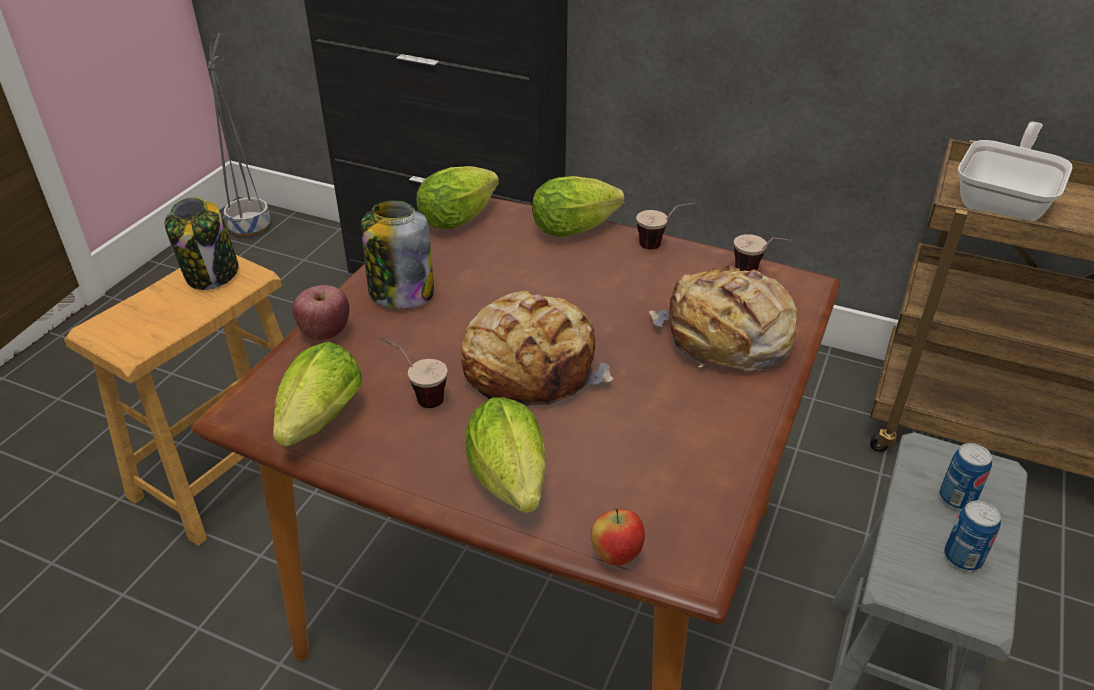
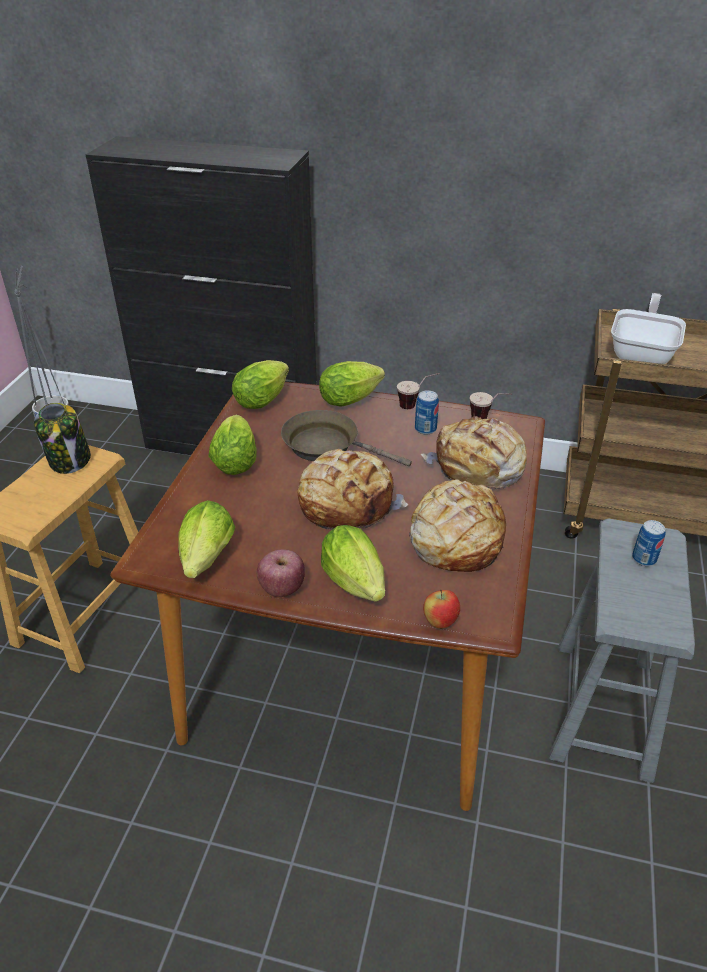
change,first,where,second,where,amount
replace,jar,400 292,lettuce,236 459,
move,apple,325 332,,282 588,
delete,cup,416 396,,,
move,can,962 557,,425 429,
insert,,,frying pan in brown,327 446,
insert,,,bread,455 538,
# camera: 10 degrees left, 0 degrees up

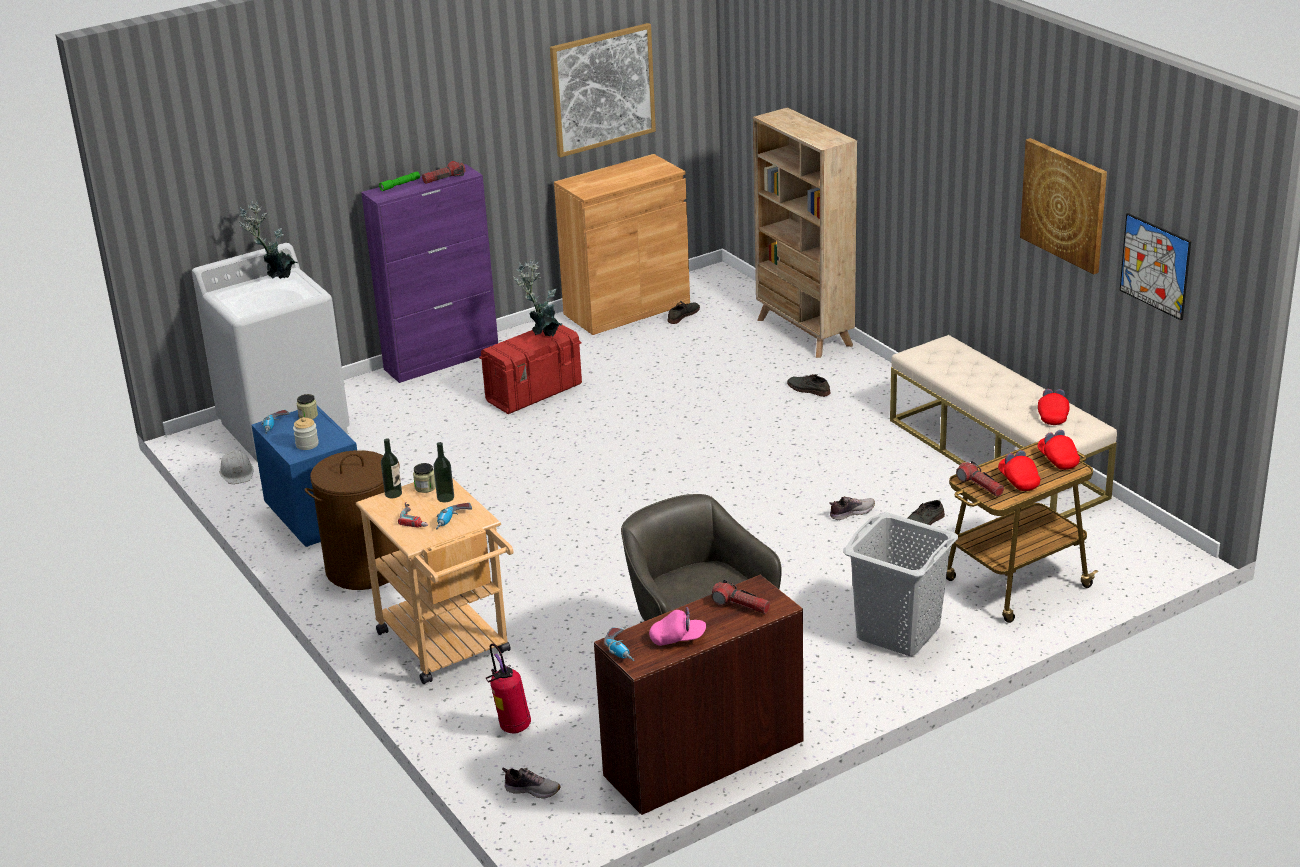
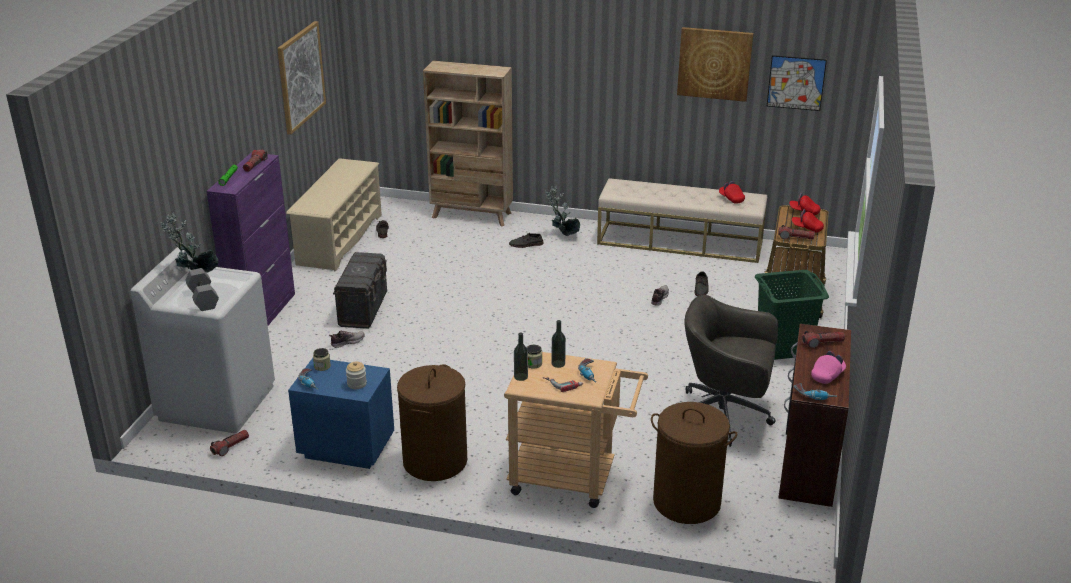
change,first,where,second,where,amount
replace,cabinet in brown,627 309,shoe rack in beige,339 239,
move,potted plant,543 335,,563 236,
recolor,storage box in red,534 392,storage box in grey,363 309,
replace,hard hat in white,237 472,flashlight,230 447,
recolor,laundry basket in grey,898 633,laundry basket in green,784 347,
replace,fire extinguisher,512 727,laundry basket in brown,687 502,
move,shoe,532 790,,347 342,
insert,,,dumbbell in grey,202 298,
# camera: 45 degrees left, 0 degrees up

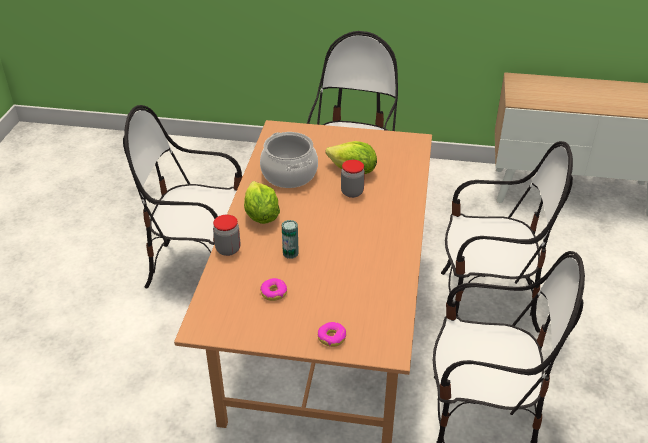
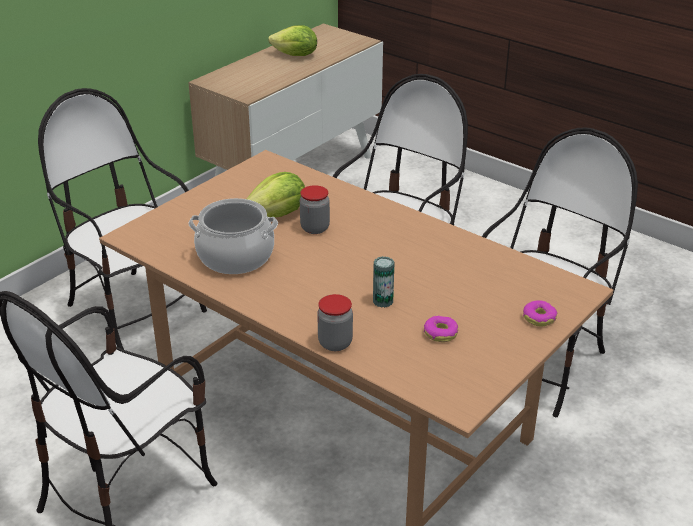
change,first,where,second,where,amount
move,lettuce,261 216,,296 55,
# camera: 60 degrees left, 5 degrees down

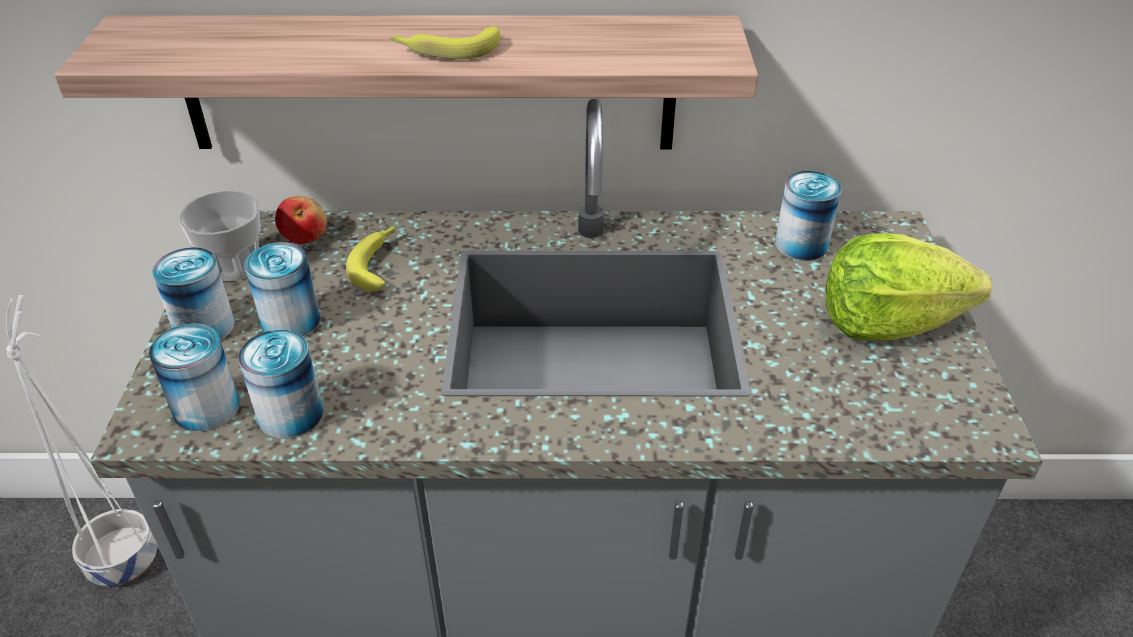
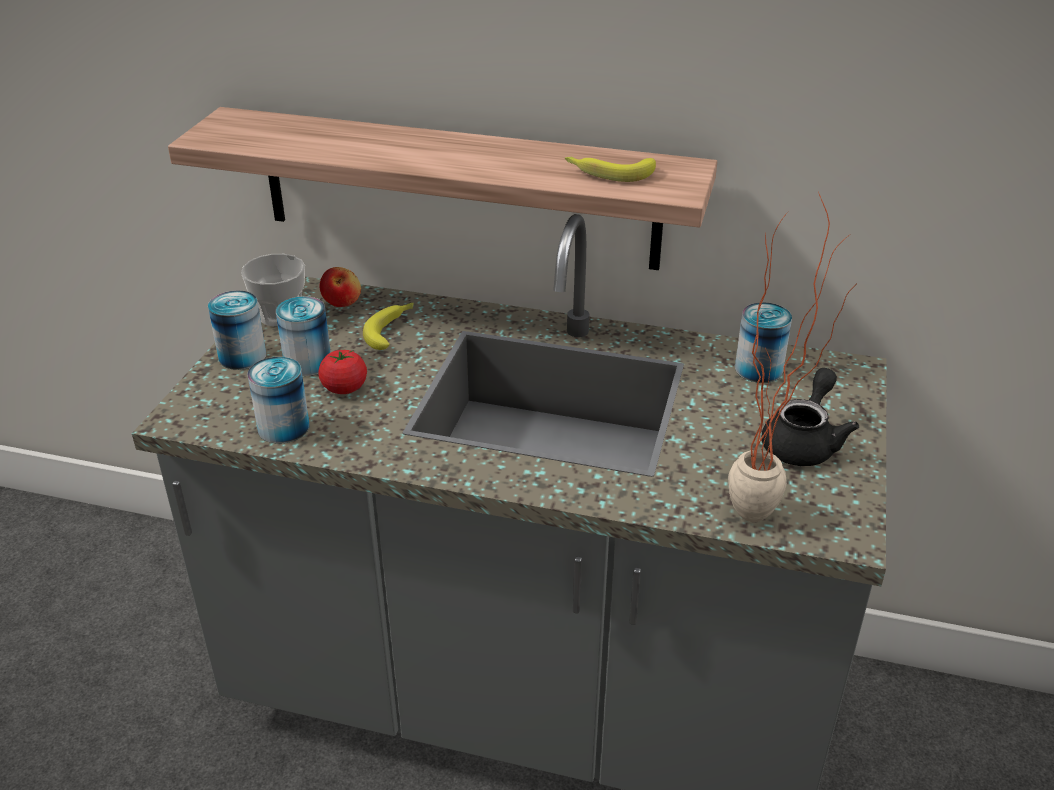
change,first,where,second,where,amount
move,banana,446 50,,608 173,
replace,lettuce,887 323,teapot in black,803 442,
delete,planter in white,124 559,,,
delete,can,206 408,,,
insert,,,potted plant,769 513,
insert,,,tomato,344 388,
# camera: 15 degrees right, 5 degrees down

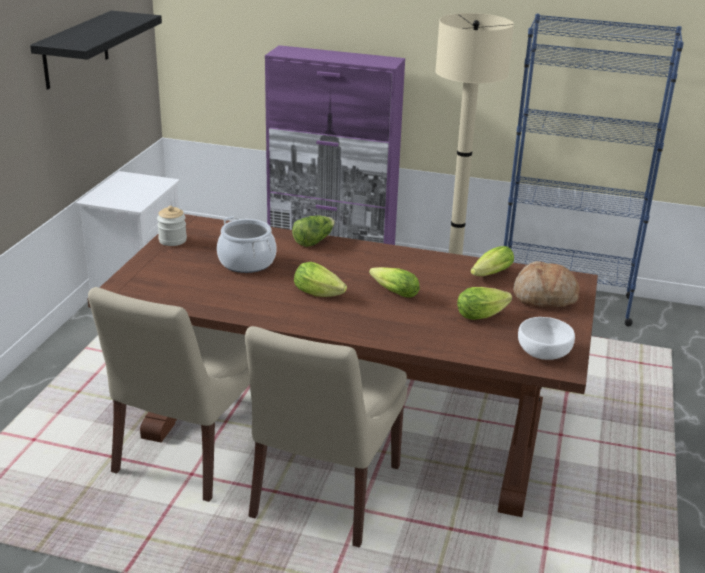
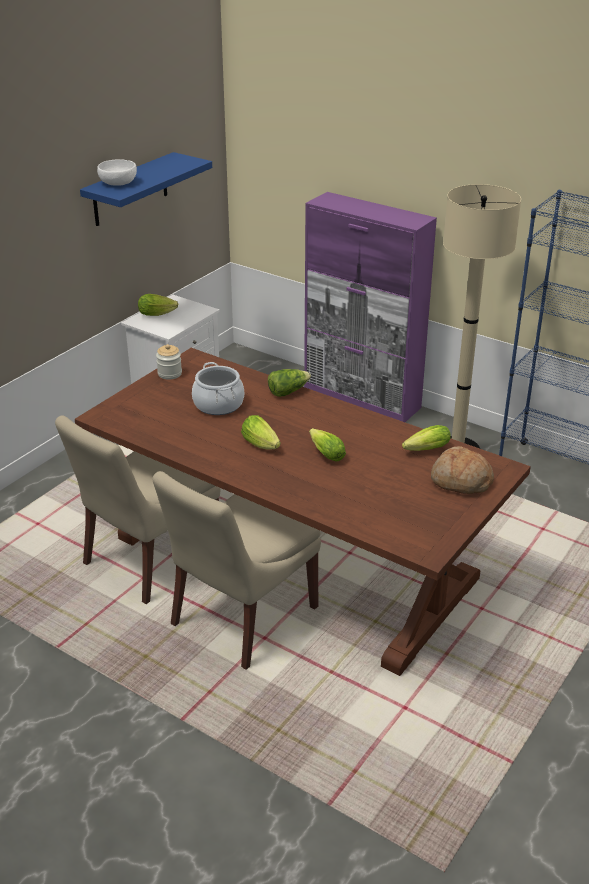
change,first,where,second,where,amount
recolor,shelf in black,75 50,shelf in blue,130 190,
move,lettuce,484 314,,159 313,
move,bowl in white,543 351,,118 182,
# camera: 20 degrees right, 5 degrees up

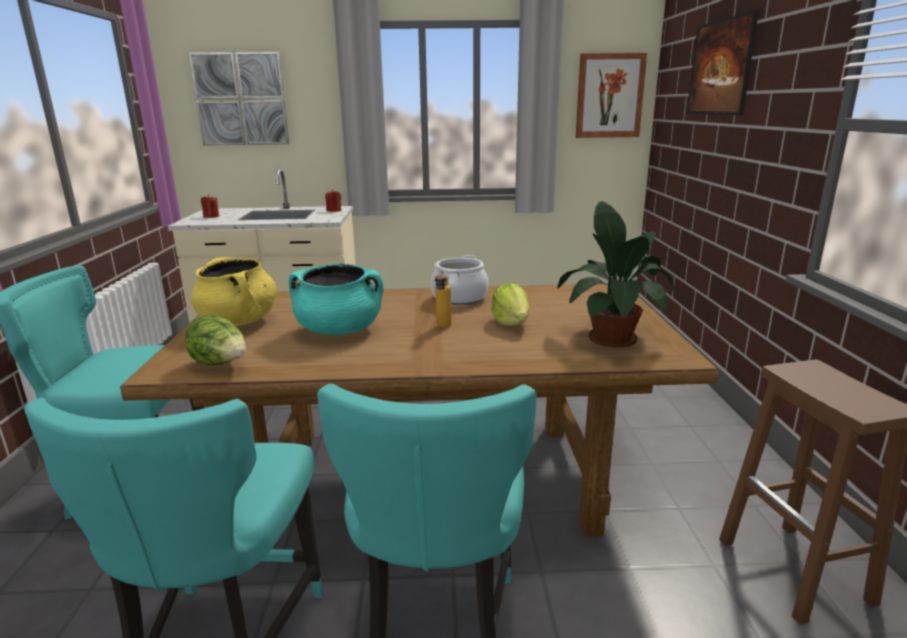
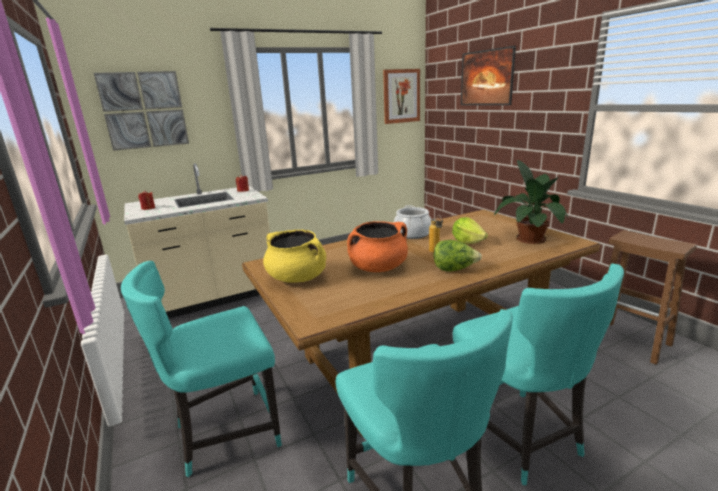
change,first,where,second,where,amount
recolor,cooking pot in turquoise,339 330,cooking pot in orange,378 268,
move,lettuce,221 364,,454 270,
# camera: 25 degrees left, 0 degrees up

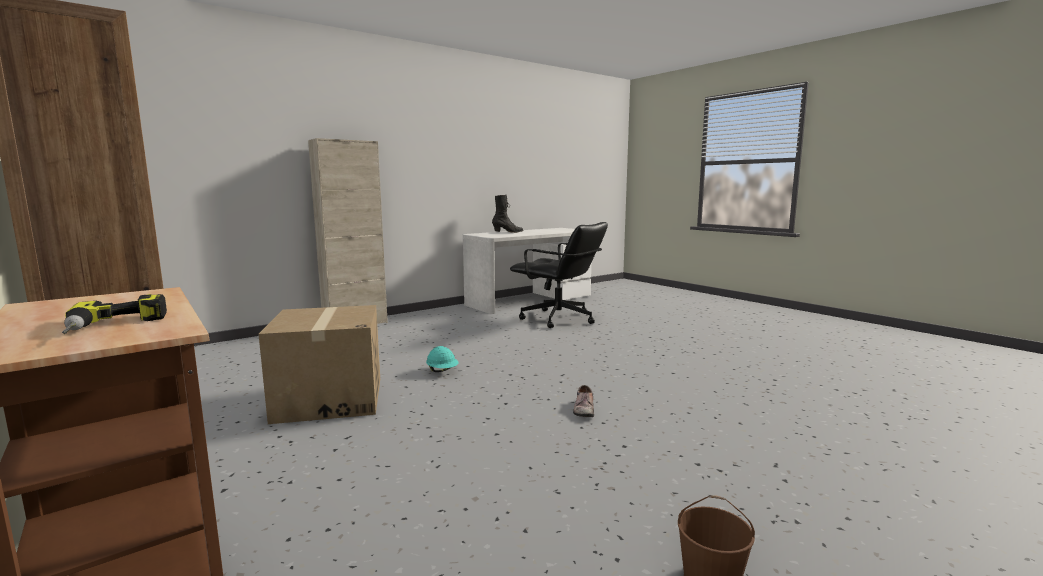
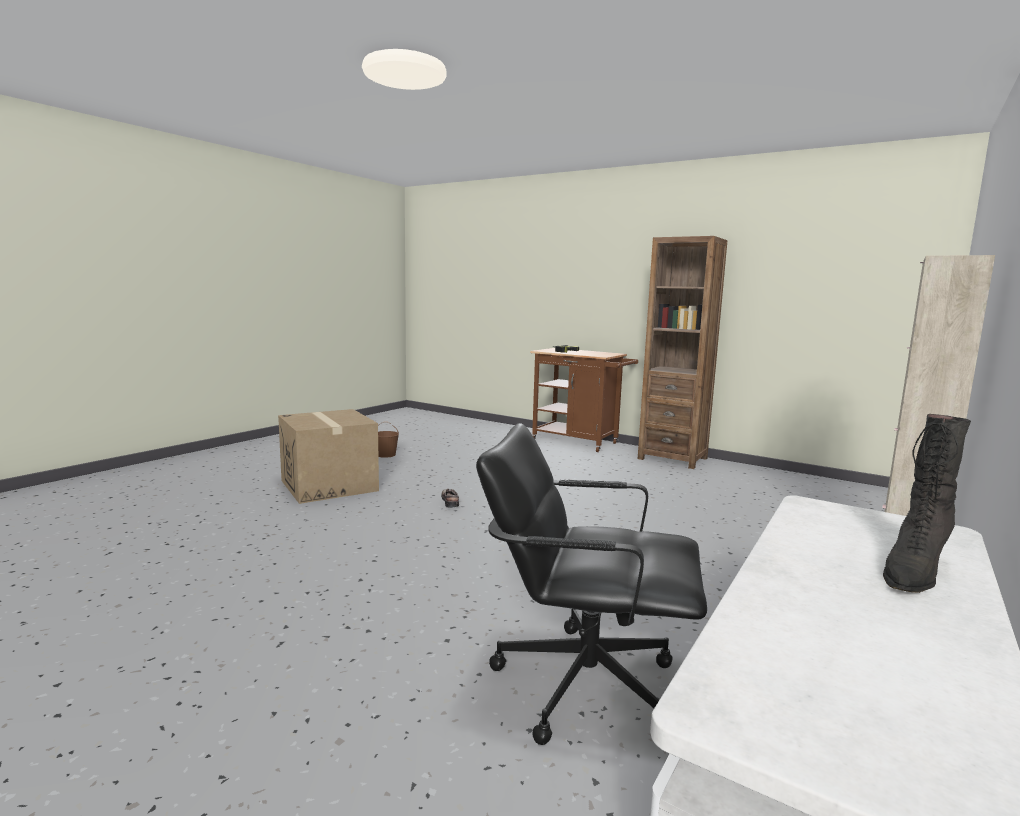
change,first,where,second,where,amount
move,cardboard box,329 399,,329 485,
delete,hard hat in turquoise,442 371,,,
# camera: 160 degrees right, 0 degrees up

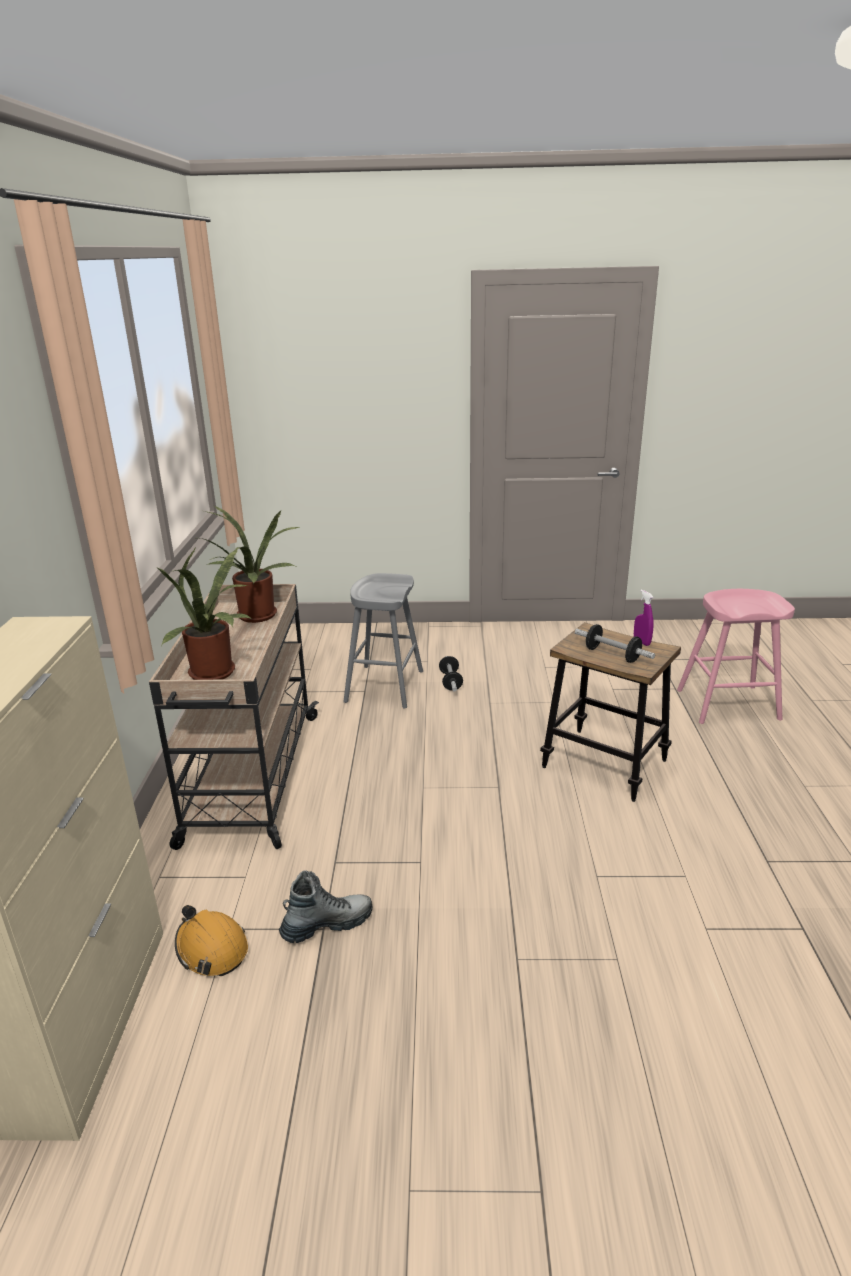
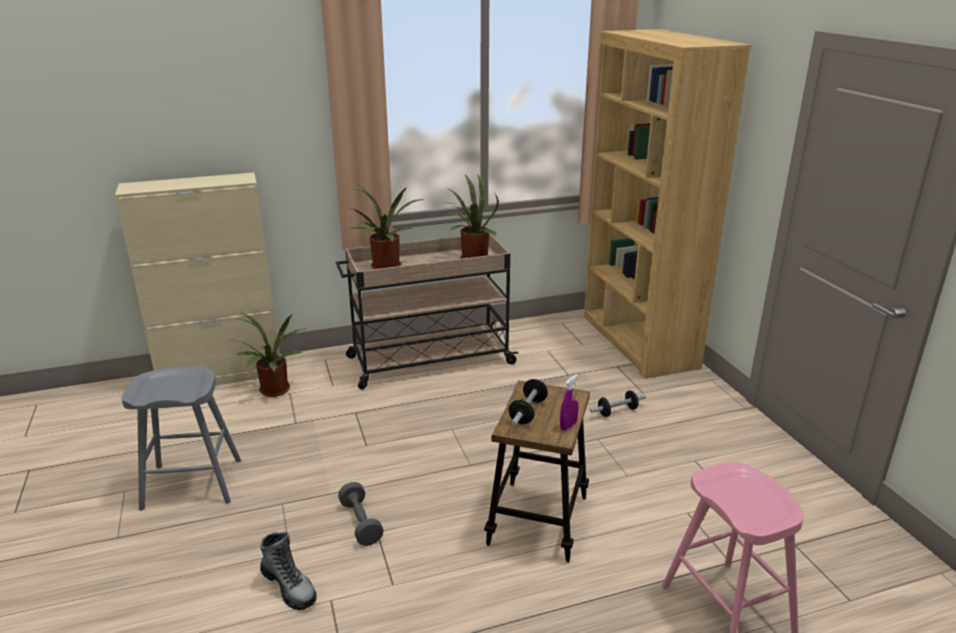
change,first,where,second,where,amount
move,stool in grey,384 686,,192 484,
move,boot,327 924,,289 587,
replace,hard hat in orange,211 949,potted plant,273 392,
insert,,,bookcase in brown,638 341,
insert,,,dumbbell in grey,361 523,
# camera: 70 degrees right, 0 degrees up

